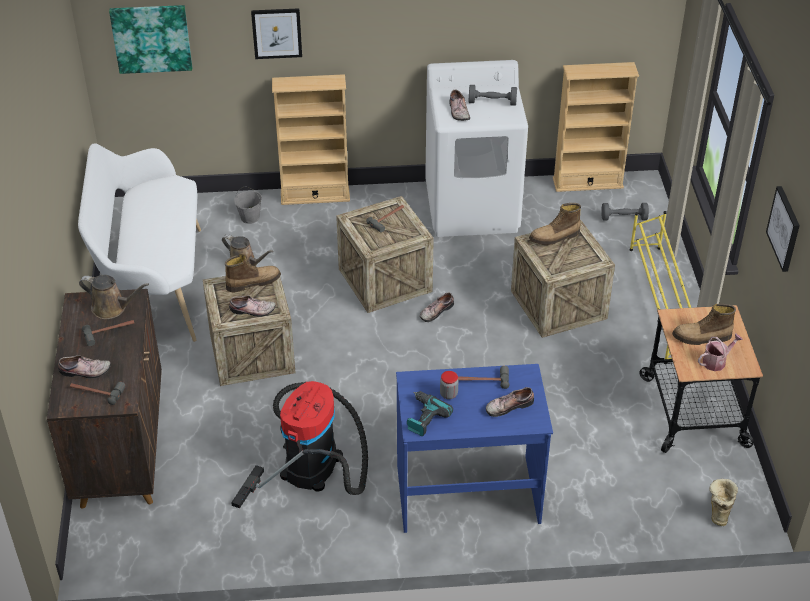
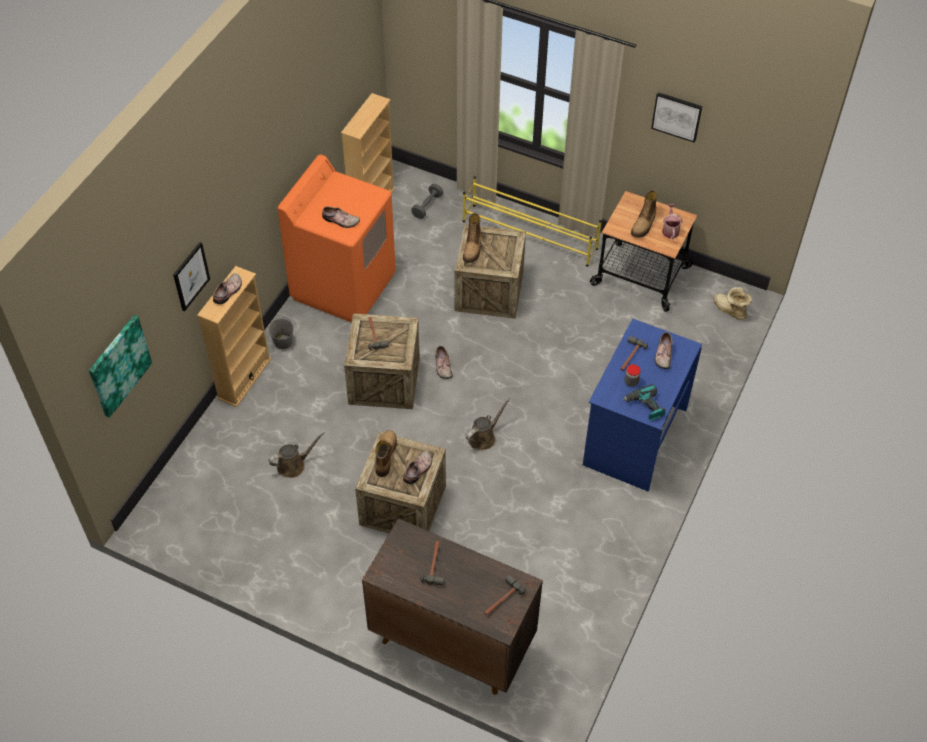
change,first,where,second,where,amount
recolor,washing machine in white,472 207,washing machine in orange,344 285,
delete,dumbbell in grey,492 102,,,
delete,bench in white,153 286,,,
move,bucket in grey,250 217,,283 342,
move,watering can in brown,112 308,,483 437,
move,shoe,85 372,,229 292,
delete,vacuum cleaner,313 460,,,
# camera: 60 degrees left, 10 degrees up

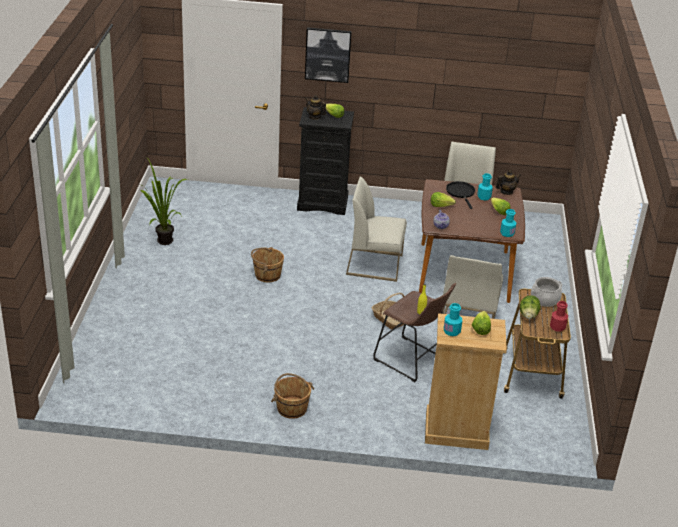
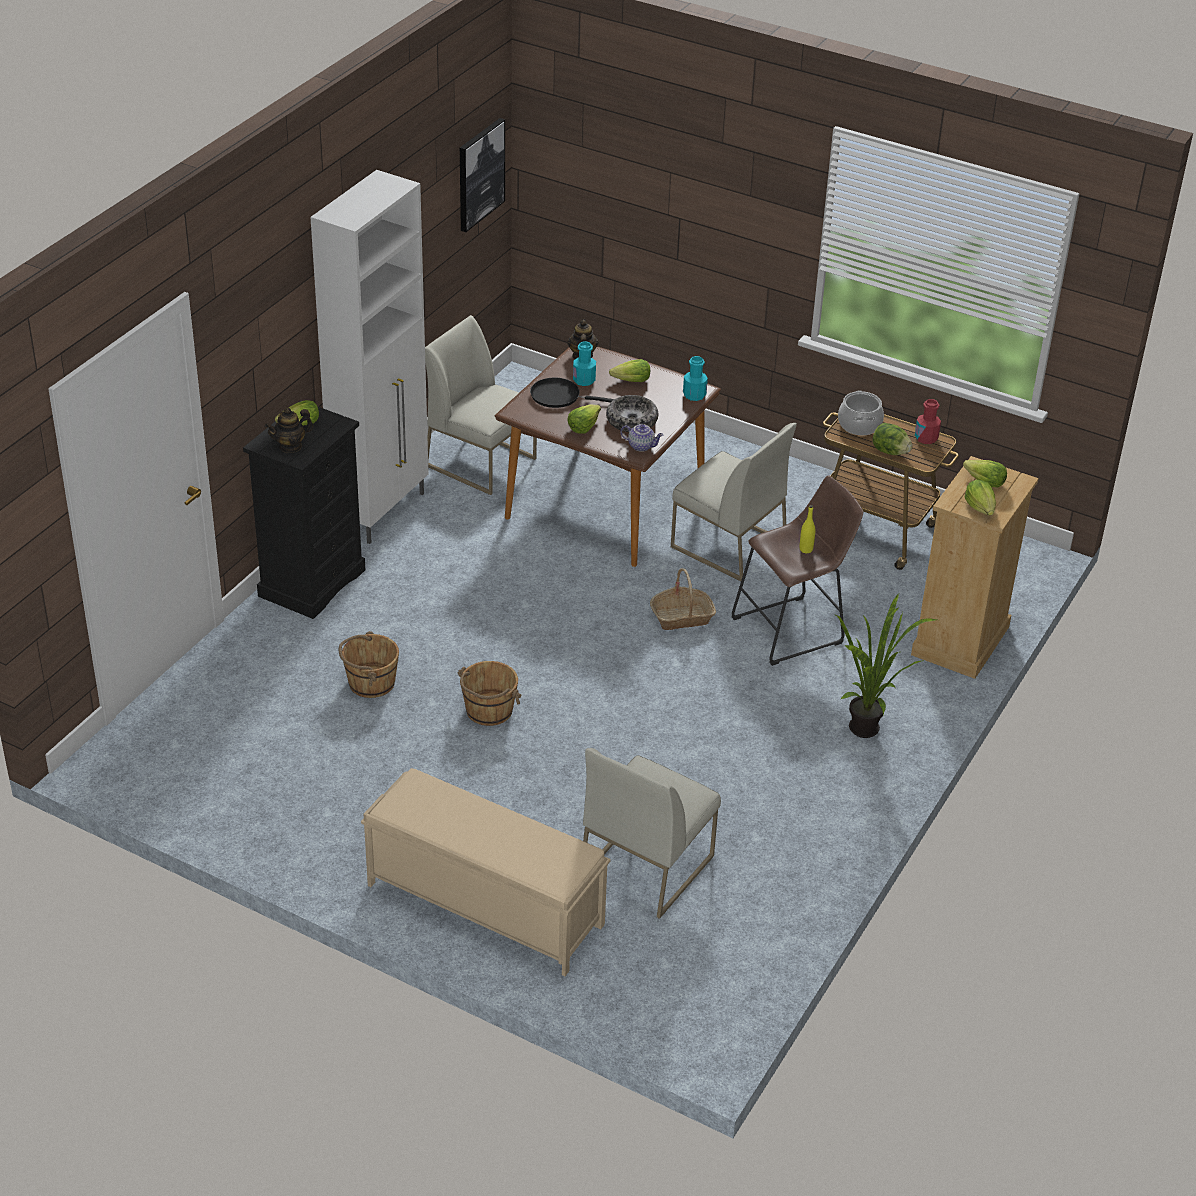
change,first,where,second,where,amount
move,picture,328 54,,480 174,
move,potted plant,162 243,,869 733,
move,chair in white,375 264,,646 865,
replace,bottle in turquoise,451 331,lettuce,980 508,
move,bucket in brown,291 408,,370 682,
insert,,,cabinet in white,382 511,
insert,,,bowl,632 421,
insert,,,bench in beige,483 904,
# camera: 65 degrees left, 5 degrees up

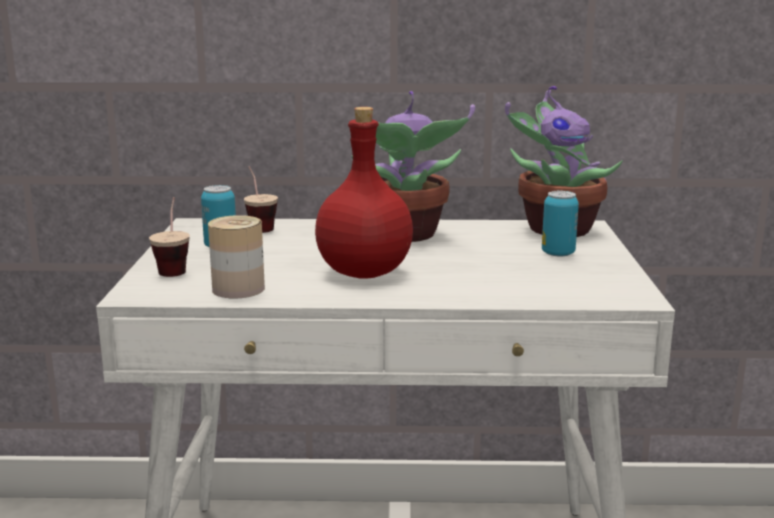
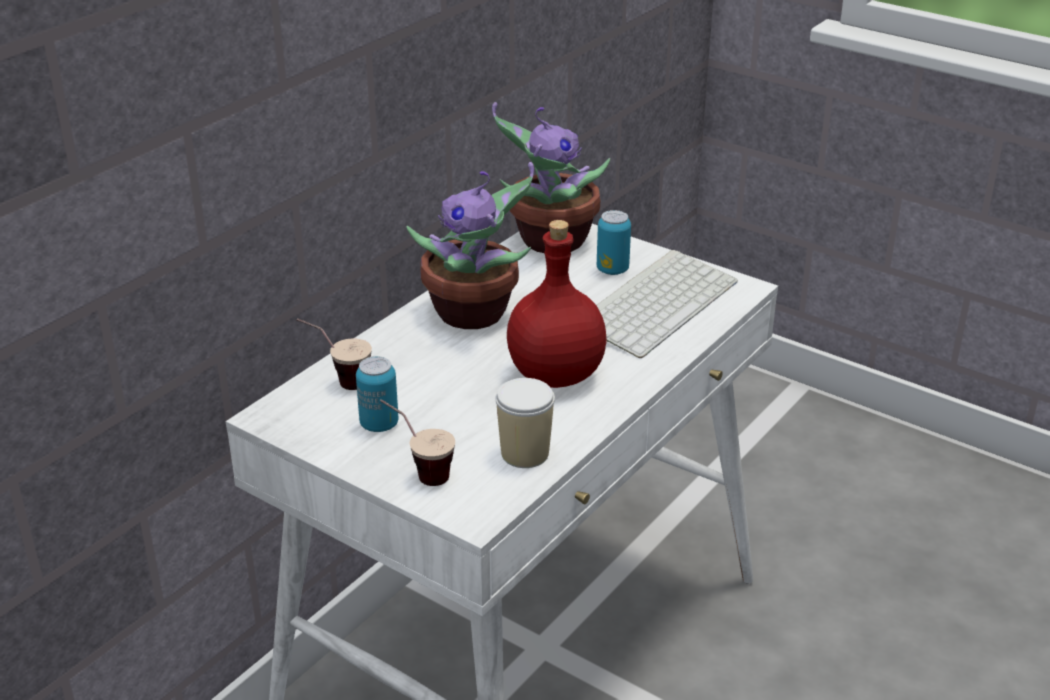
change,first,where,second,where,amount
replace,can,238 289,cup,525 453,
insert,,,keyboard,654 303,
# camera: 55 degrees left, 15 degrees up

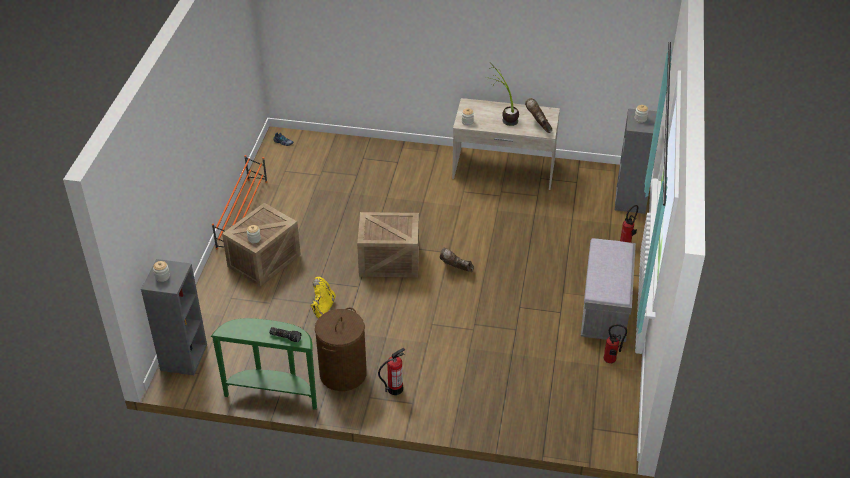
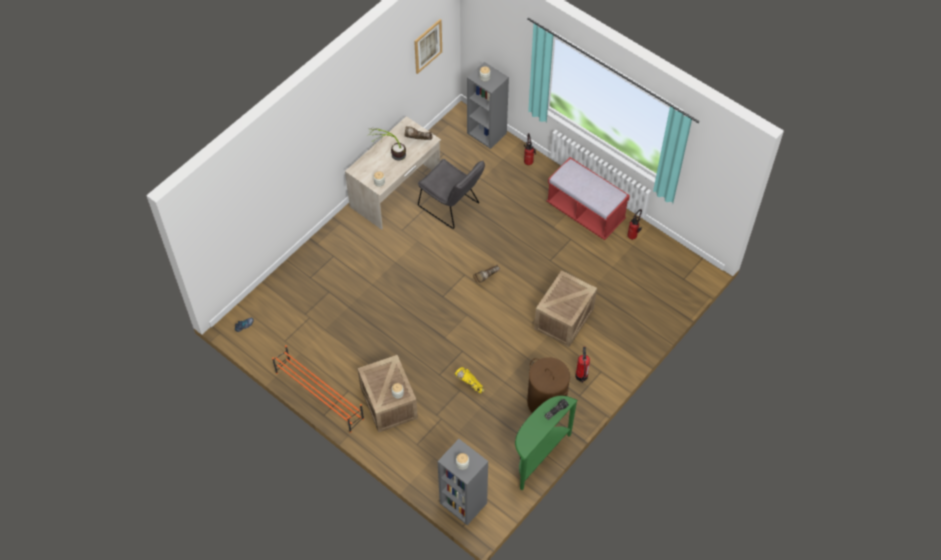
change,first,where,second,where,amount
move,crate,388 261,,564 319,
recolor,bench in grey,605 310,bench in red,585 212,
insert,,,picture,428 46,
insert,,,chair in grey,452 207,
# camera: 60 degrees left, 15 degrees up

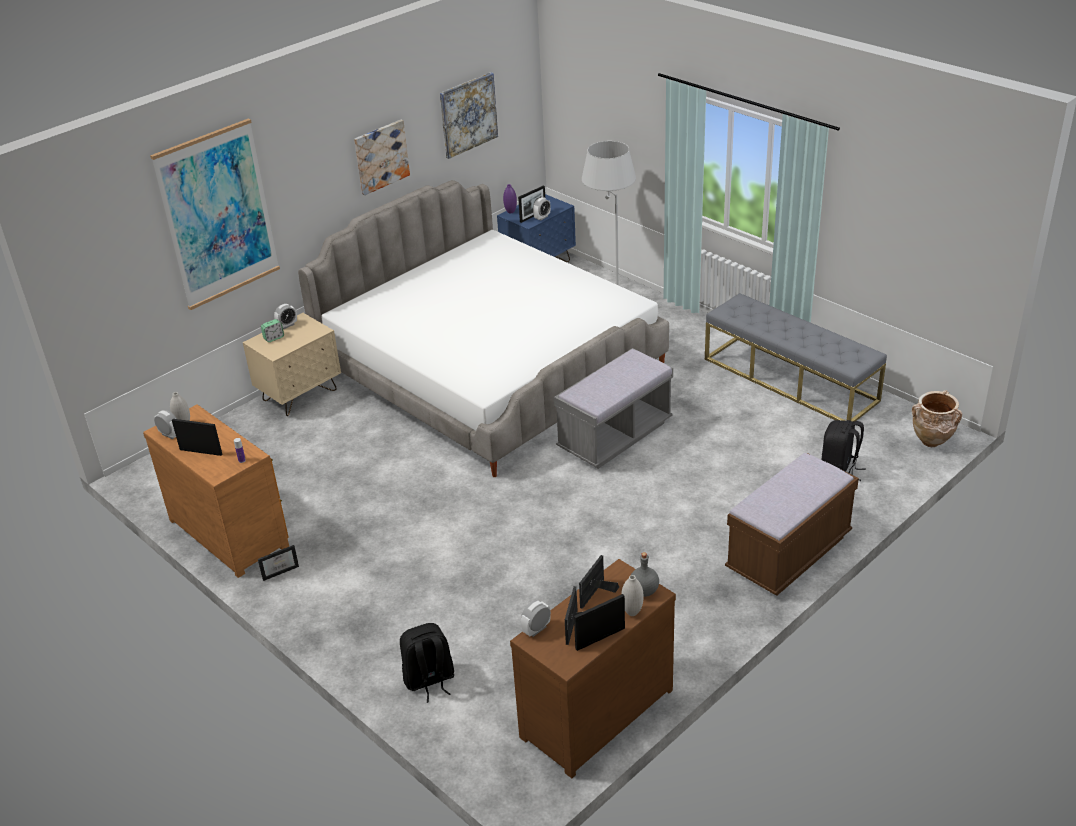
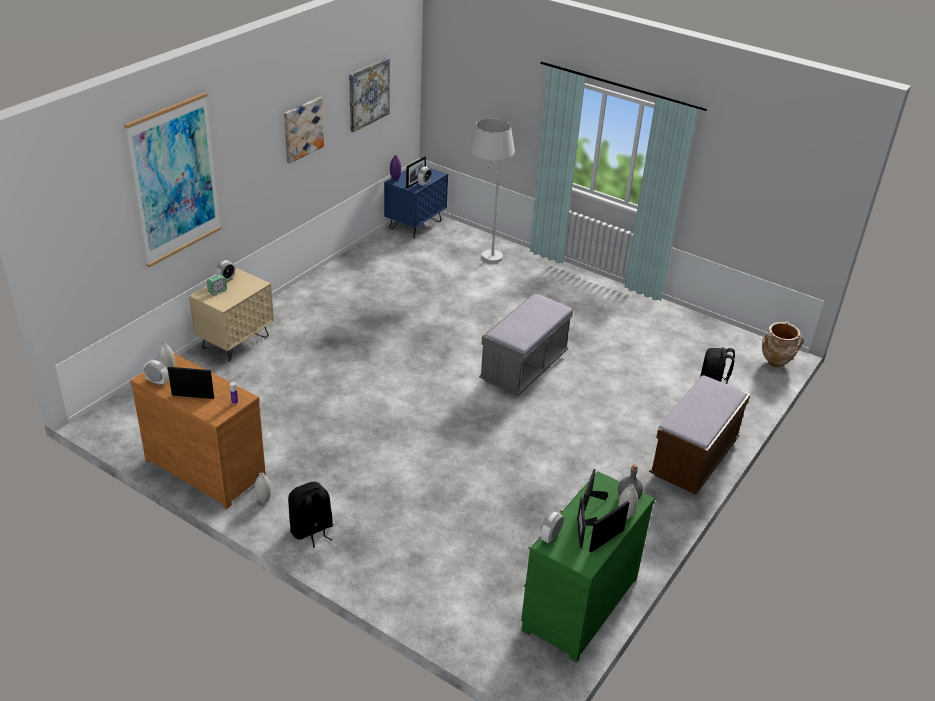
change,first,where,second,where,amount
delete,bed,491 369,,,
delete,bench in grey,790 380,,,
replace,picture frame,280 570,vase in white,264 500,
recolor,dresser in brown,593 711,dresser in green,576 603,
move,backpack in black,429 680,,311 530,
# camera: 15 degrees left, 0 degrees up

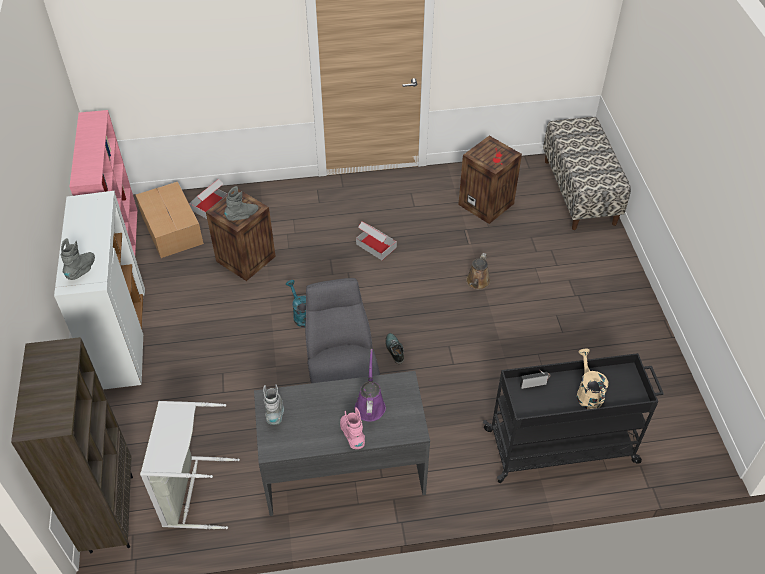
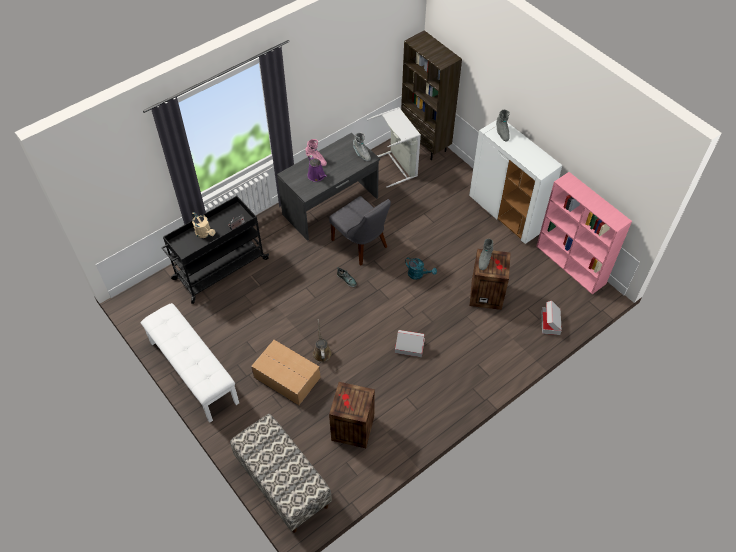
change,first,where,second,where,amount
move,cardboard box,171 230,,286 377,
insert,,,bench in white,193 372,
# camera: 150 degrees right, 5 degrees up

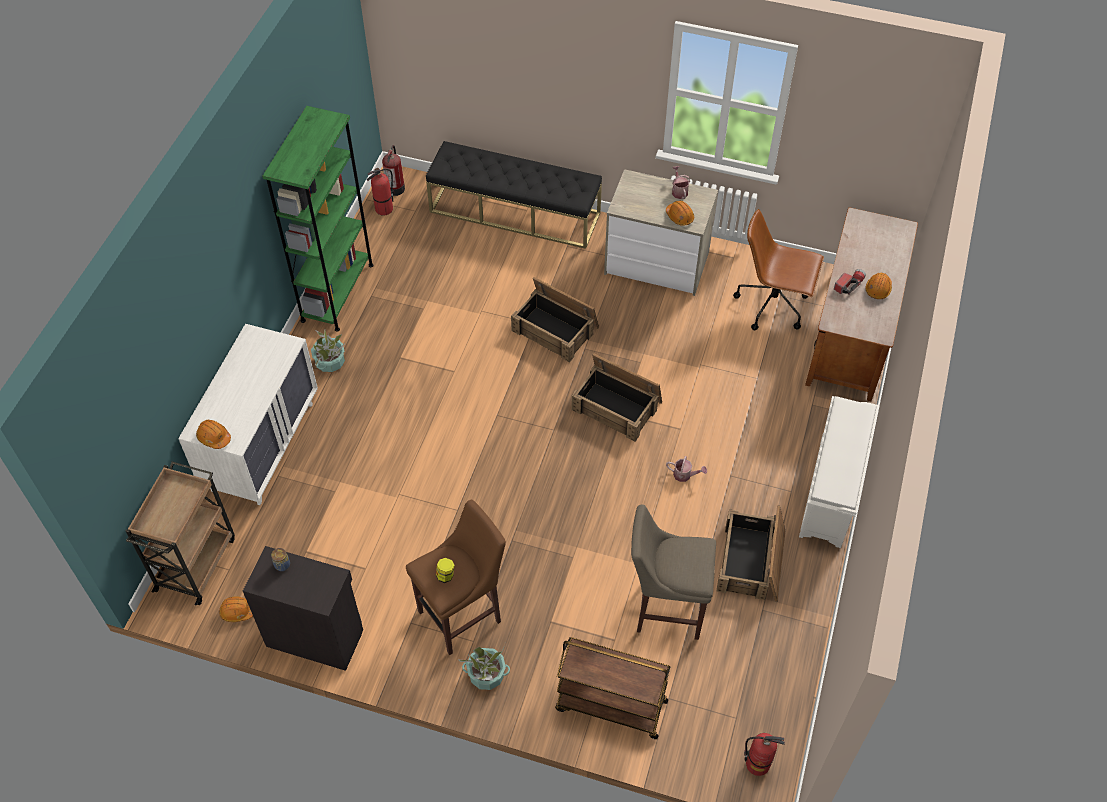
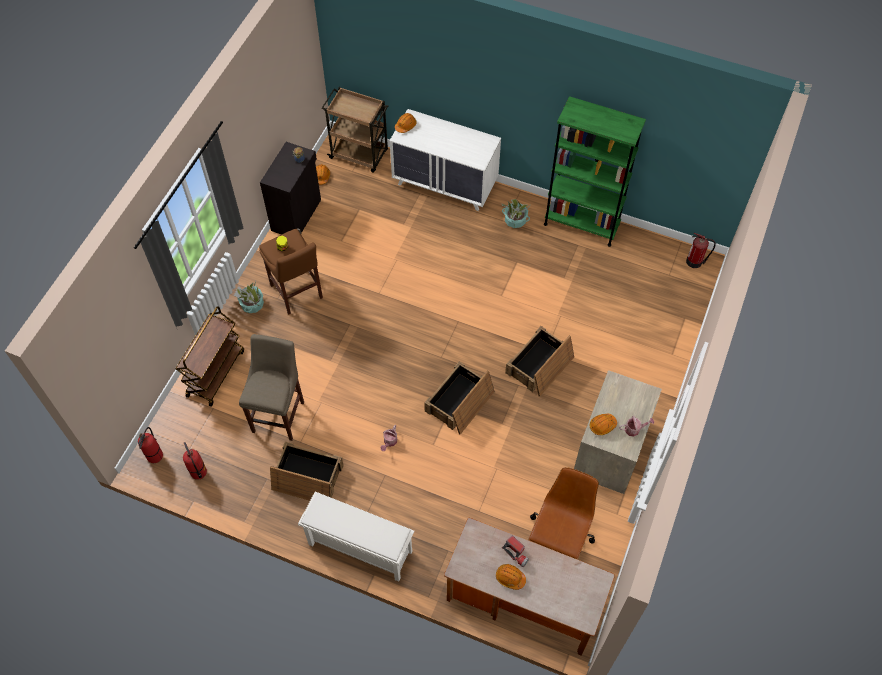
change,first,where,second,where,amount
delete,bench in black,515 212,,,
move,fire extinguisher,384 209,,198 472,
# camera: 95 degrees right, 5 degrees up

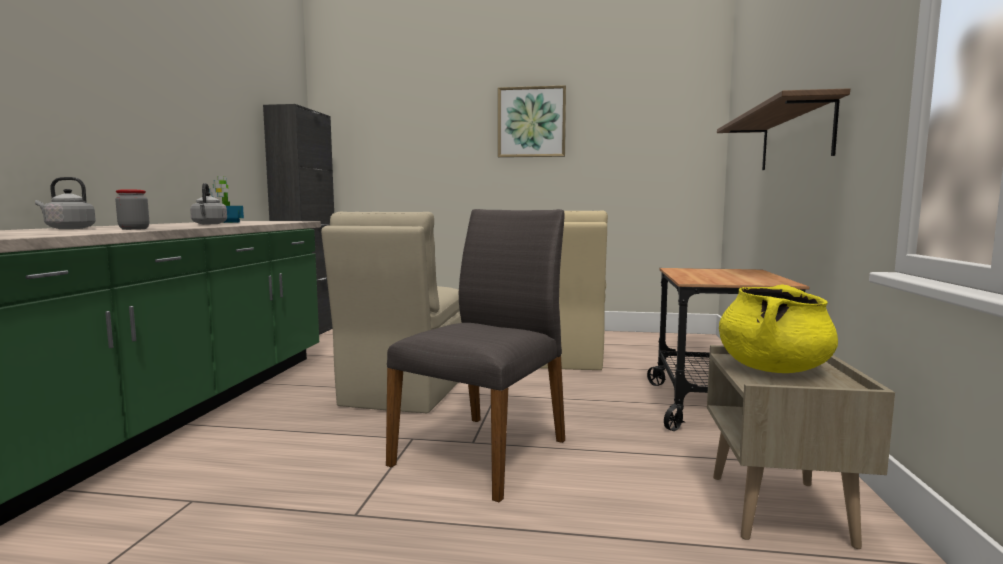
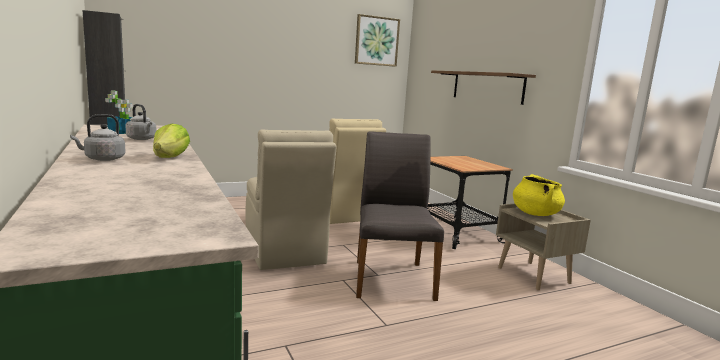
change,first,where,second,where,amount
move,picture,531 122,,376 41,
replace,jar,134 229,lettuce,171 157,
# camera: 35 degrees left, 5 degrees up

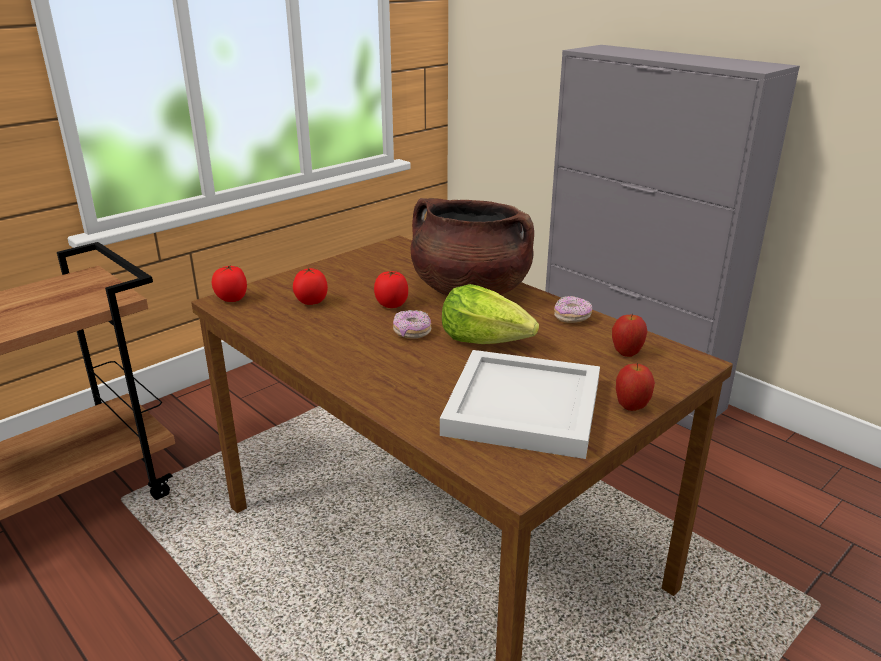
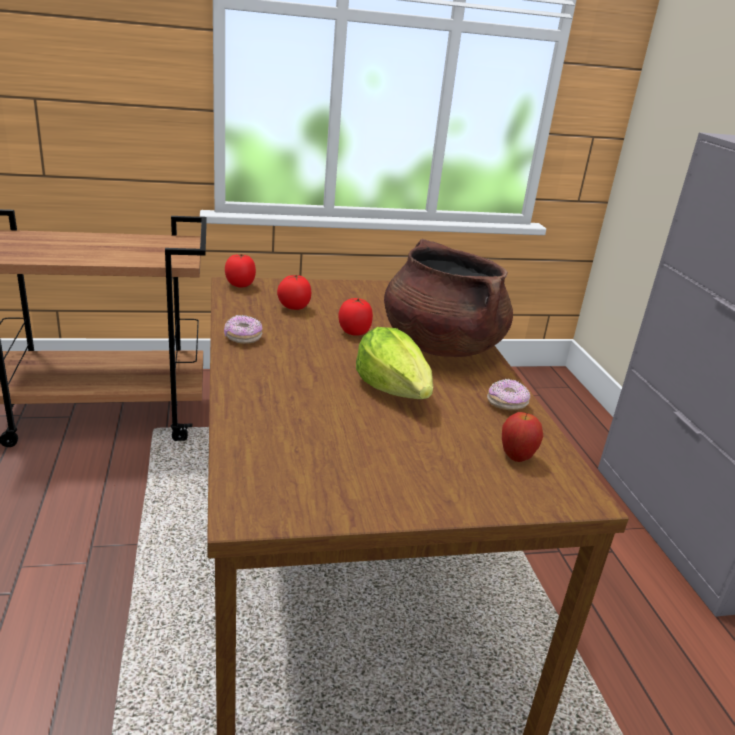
change,first,where,second,where,amount
move,donut,412 332,,243 337,
delete,tray in white,526 406,,,
delete,apple,631 407,,,
# camera: 30 degrees right, 0 degrees up

